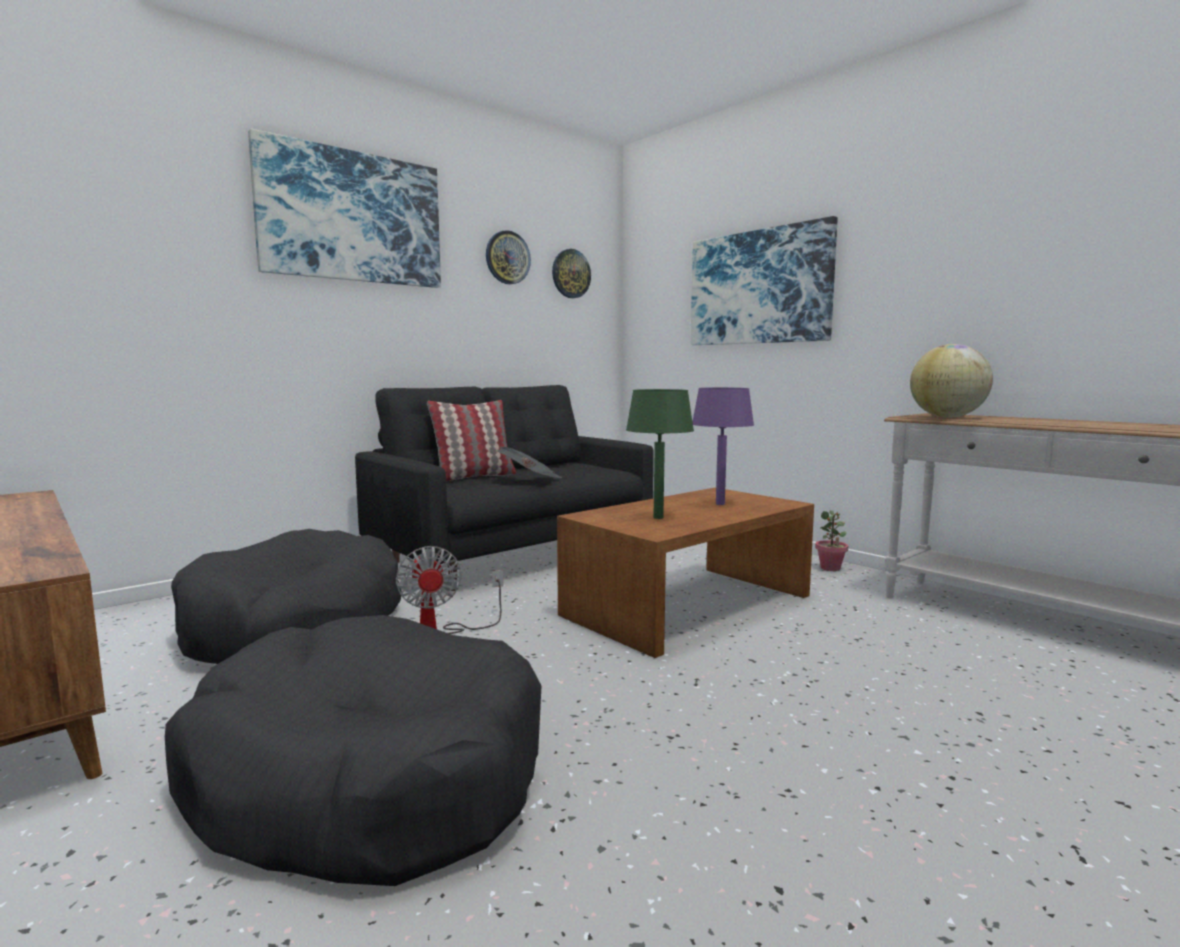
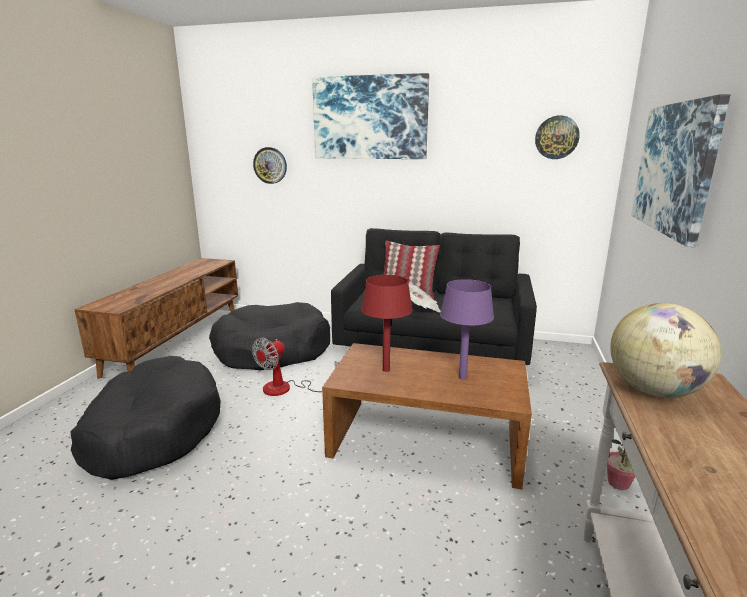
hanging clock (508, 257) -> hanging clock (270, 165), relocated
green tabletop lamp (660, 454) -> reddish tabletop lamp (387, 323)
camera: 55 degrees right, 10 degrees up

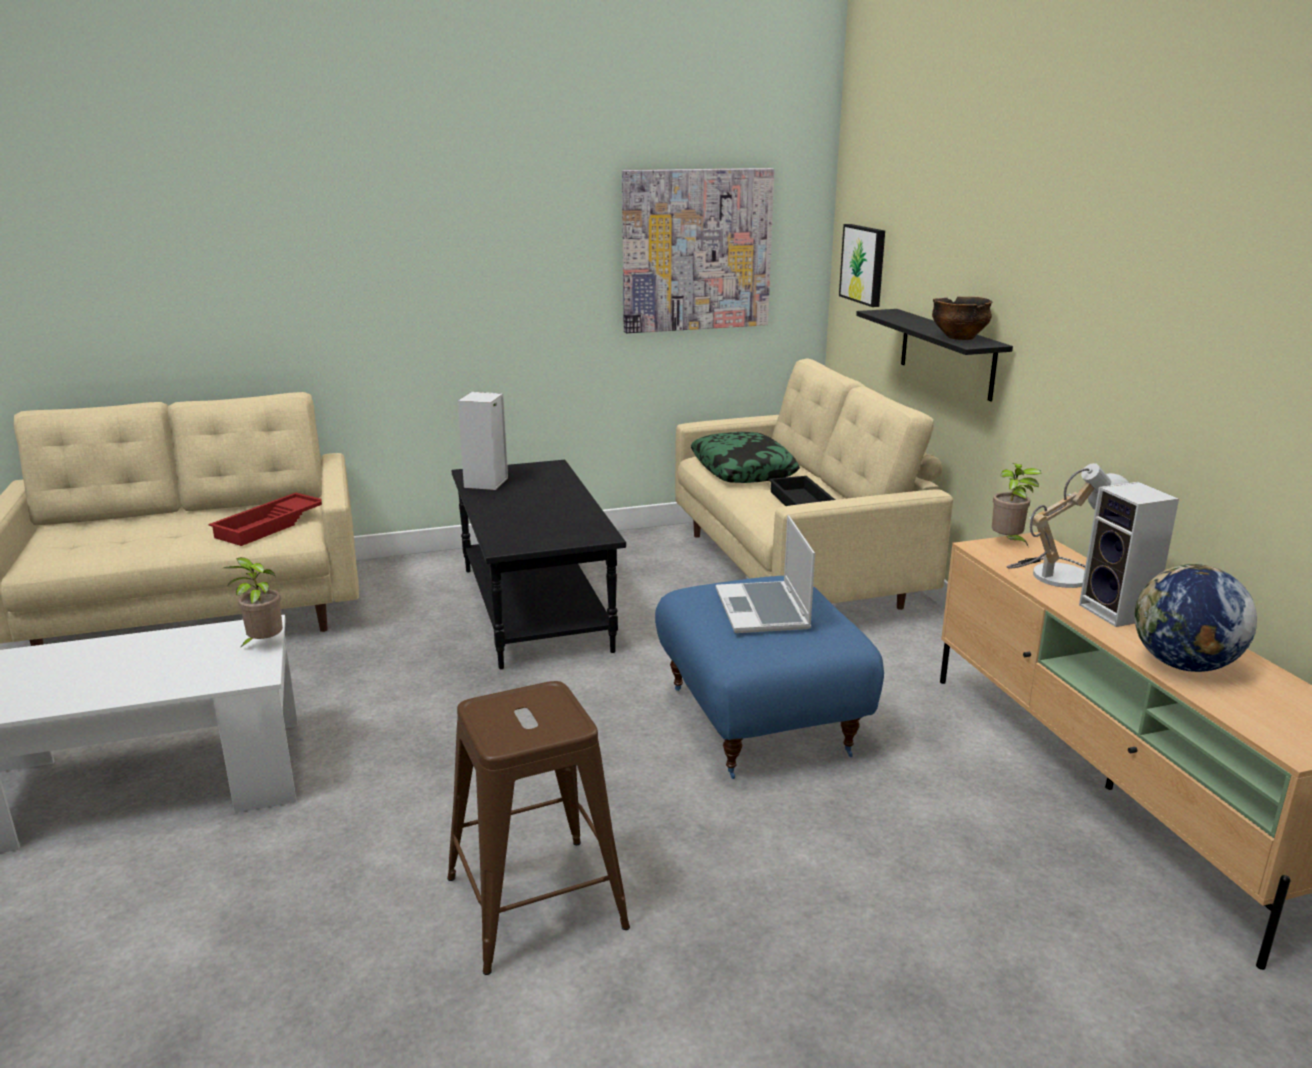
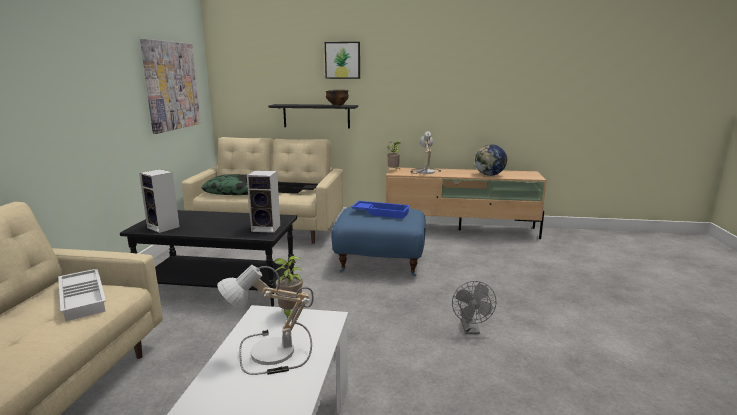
wall picture (862, 265) -> wall picture (342, 60), relocated
speaker (1129, 554) -> speaker (263, 202), relocated
reddish serving tray (265, 519) -> white-coloured serving tray (82, 295)
laptop (765, 574) -> blue serving tray (380, 210)
brown stool (538, 828) -> greyish electric fan (474, 307)
none -> tabletop lamp (265, 320)
camera: 65 degrees left, 5 degrees down

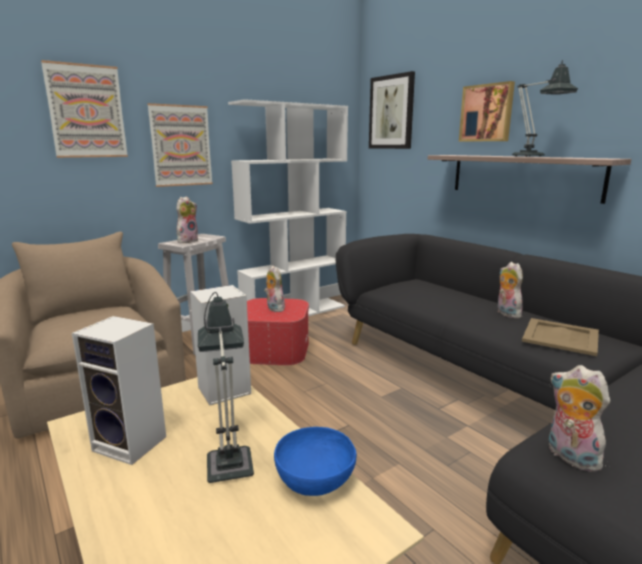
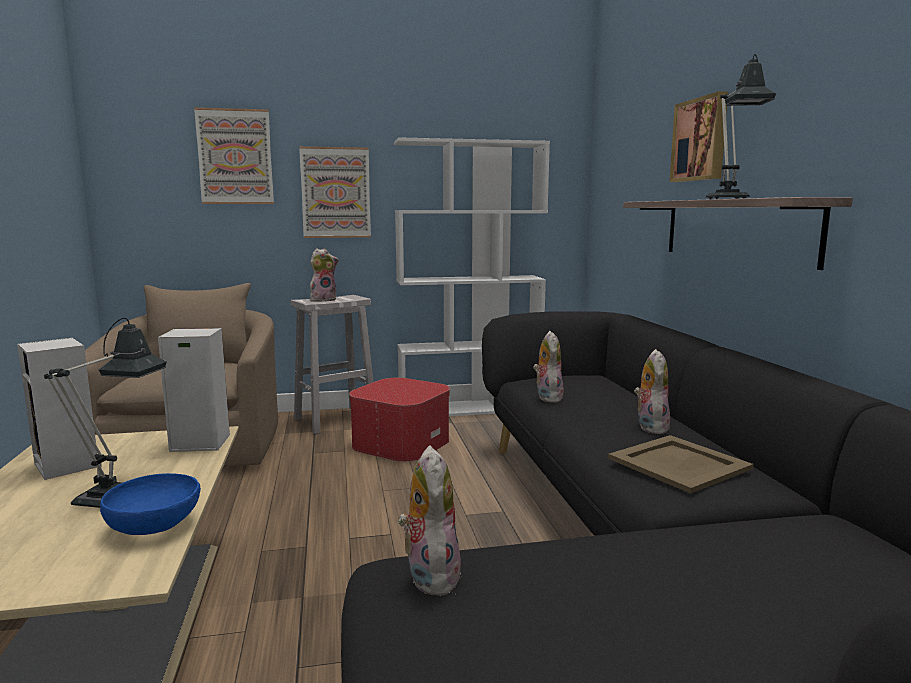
wall picture (392, 110) -> none
cuddly toy (274, 288) -> cuddly toy (548, 367), relocated
camera: 25 degrees right, 5 degrees down

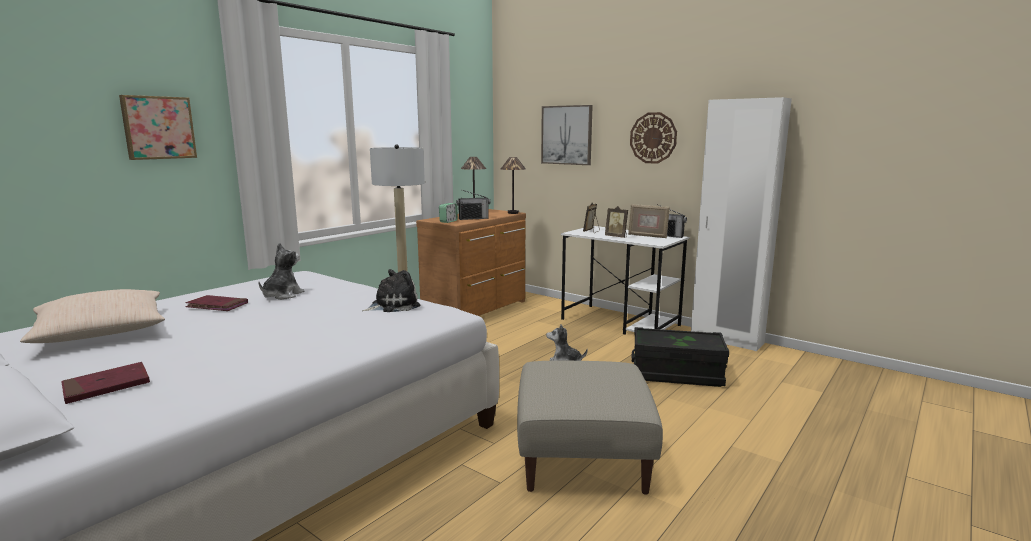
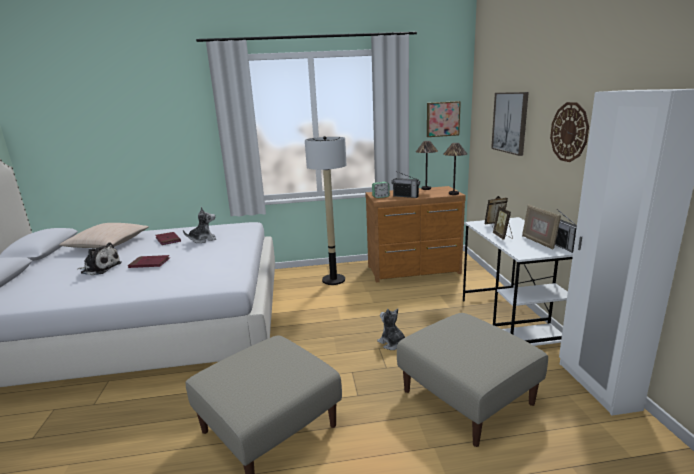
wall picture (158, 127) -> wall picture (444, 119), relocated
cuddly toy (391, 290) -> cuddly toy (99, 259), relocated
black-coloured storage box (680, 357) -> sand-coloured pouffe (472, 380)
reddish volume (105, 383) -> reddish volume (149, 261), relocated
camera: 45 degrees right, 5 degrees up

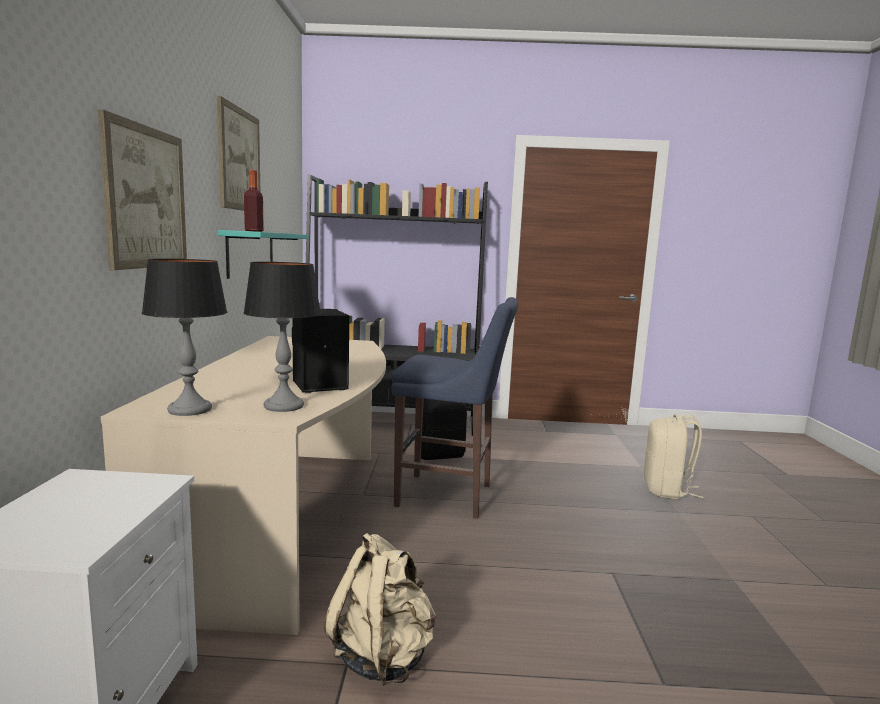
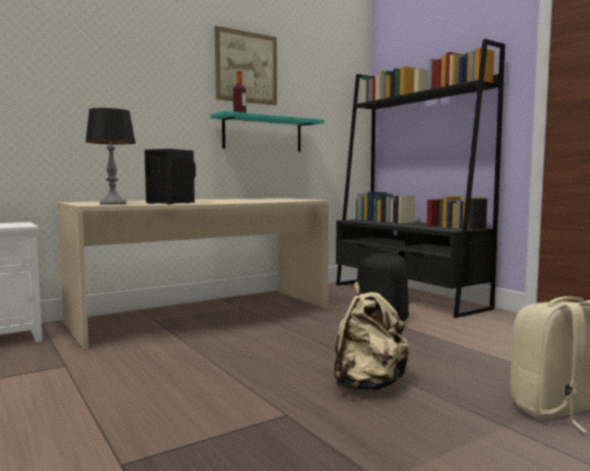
wall picture (142, 190) -> none
tabletop lamp (184, 337) -> none
blue stool (454, 408) -> none
sand-coloured rucksack (380, 609) -> sand-coloured rucksack (372, 336), relocated
camera: 55 degrees right, 5 degrees down

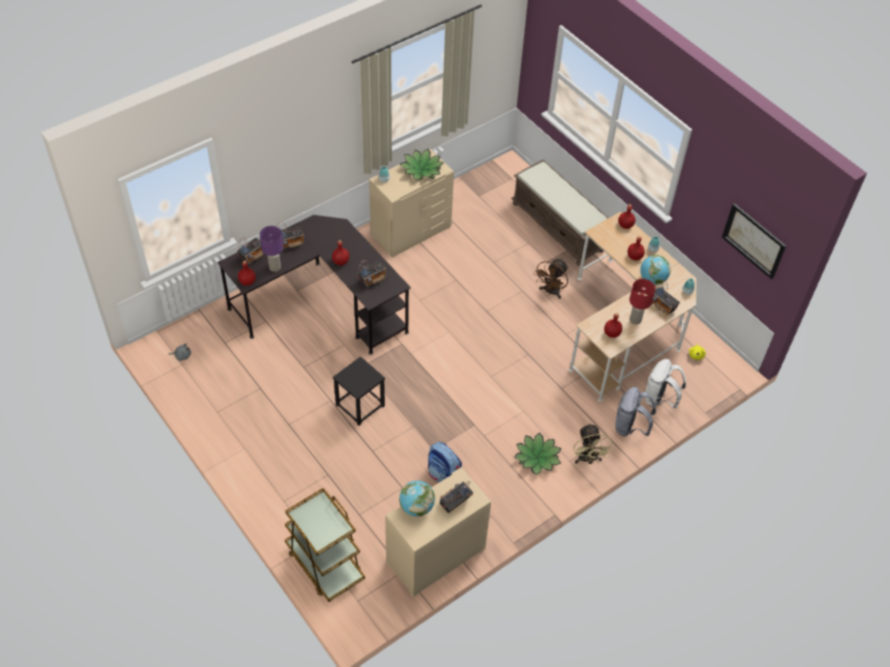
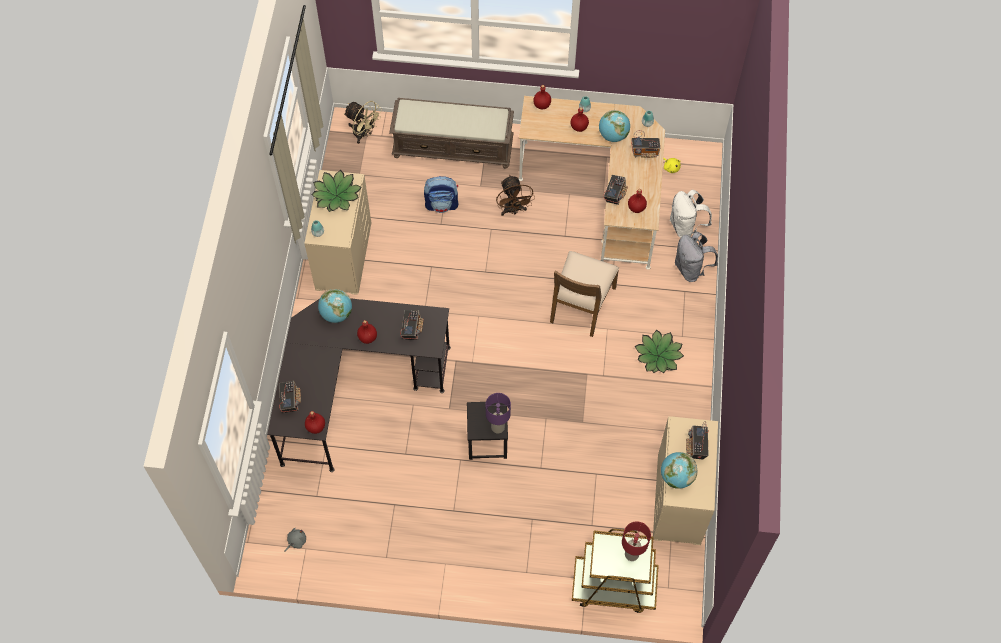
wall picture (754, 241) -> none
radio (290, 236) -> radio (616, 190), relocated
purple-coloured tabletop lamp (271, 249) -> purple-coloured tabletop lamp (498, 413), relocated
reddish tabletop lamp (642, 301) -> reddish tabletop lamp (636, 541), relocated
sand-coloured electric fan (594, 443) -> sand-coloured electric fan (363, 122), relocated
rucksack (445, 462) -> rucksack (441, 194), relocated
none -> brown upright chair (584, 294)
none -> globe (335, 306)
camera: 45 degrees left, 10 degrees up

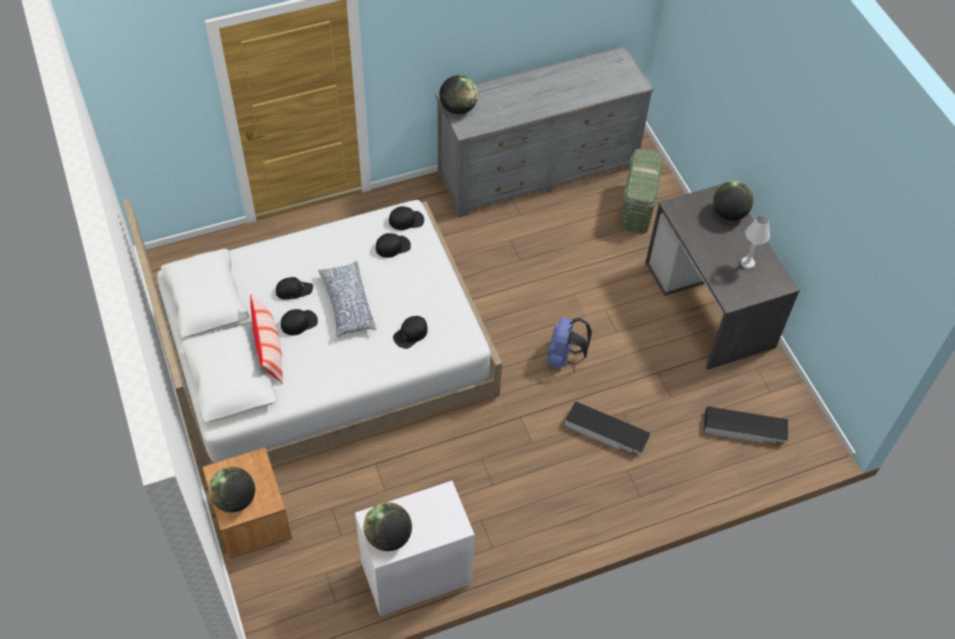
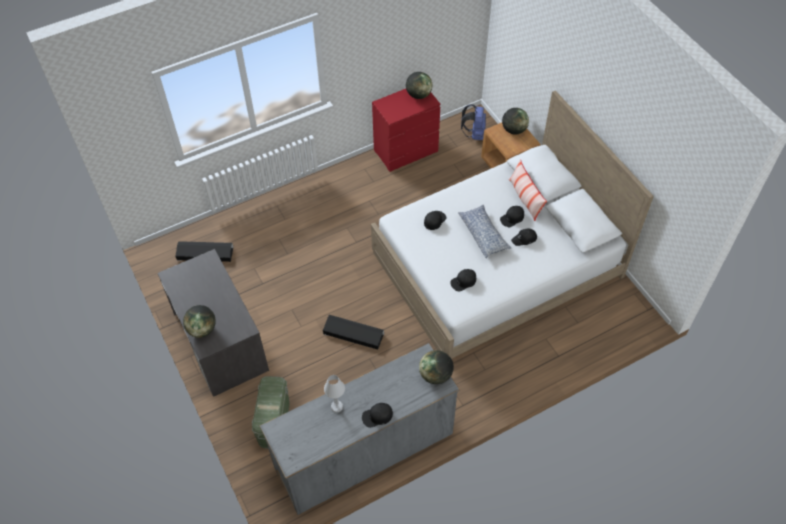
black-coloured cap (406, 218) -> black-coloured cap (377, 415), relocated
white-coloured tabletop lamp (755, 242) -> white-coloured tabletop lamp (334, 393), relocated
blue rucksack (569, 343) -> blue rucksack (473, 122), relocated
black-coloured storage box (607, 428) -> black-coloured storage box (353, 332), relocated
white-coloured drawer chest (415, 549) -> reddish drawer chest (406, 130)
camera: 175 degrees right, 0 degrees up

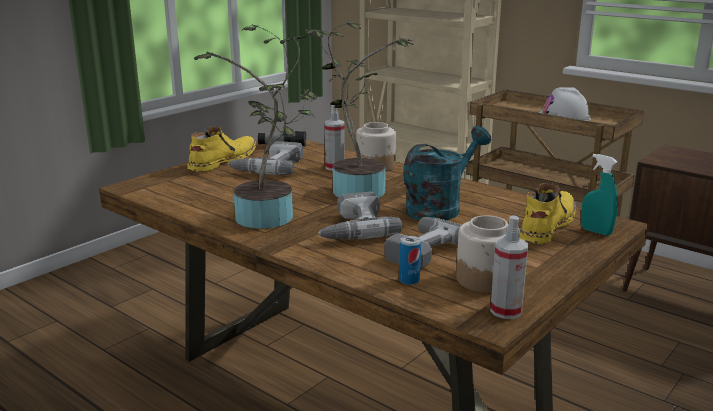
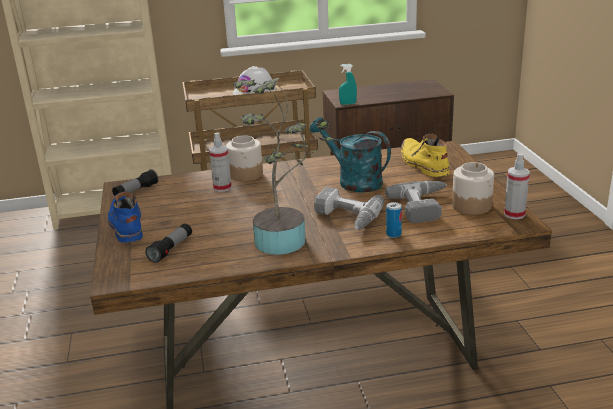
plant in a pot (359, 109) -> none
yellow tall boot (221, 149) -> blue tall boot (125, 217)
turquoise watering pot (447, 173) -> turquoise watering pot (350, 155), 45 degrees counterclockwise
power drill (266, 158) -> none
turquoise sprayer (599, 195) -> turquoise sprayer (348, 84), relocated
sealed can (410, 260) -> sealed can (394, 220), relocated
none -> flashlight (168, 243)
camera: 50 degrees left, 5 degrees up

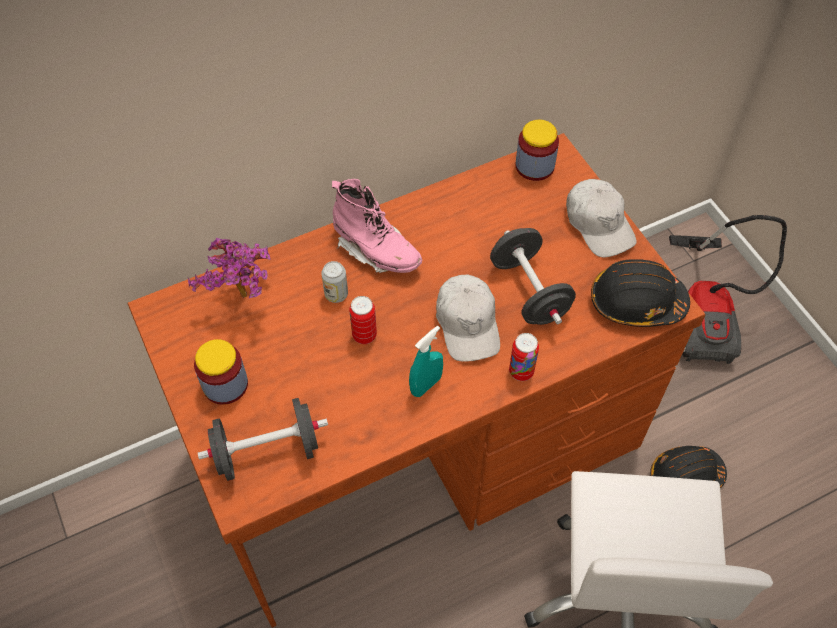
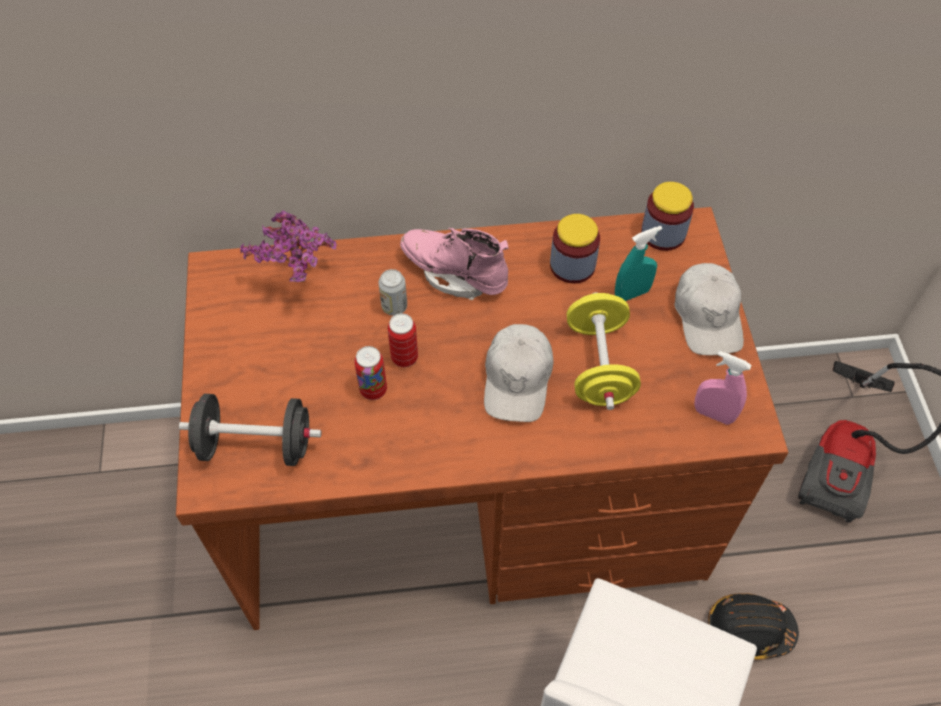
pinkish tall boot (377, 226) -> pinkish tall boot (454, 264), 150 degrees clockwise
black-coloured hand weight (533, 276) -> yellow hand weight (604, 351)
black-coloured work helmet (640, 293) -> pinkish sprayer (723, 388)
turquoise sprayer (426, 361) -> turquoise sprayer (638, 263), relocated
sealed can (524, 357) -> sealed can (370, 373), relocated
preserve jar (221, 372) -> preserve jar (575, 249), relocated
camera: 20 degrees right, 0 degrees up

